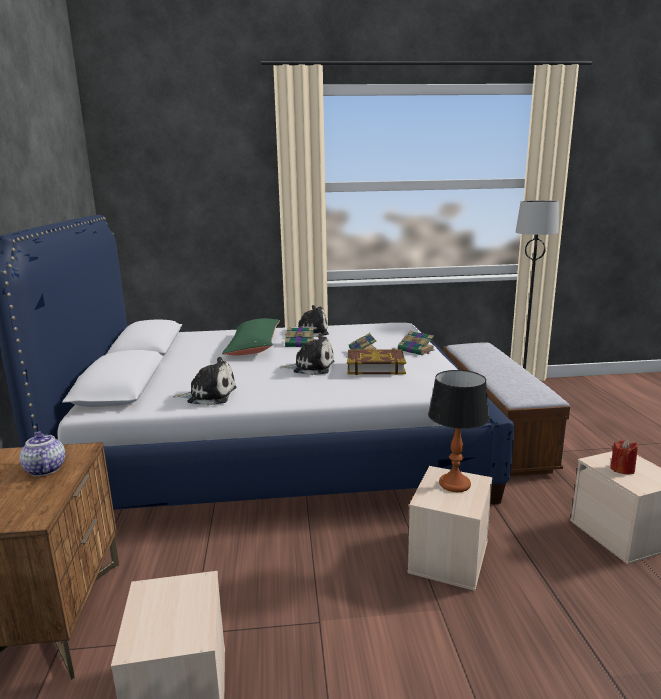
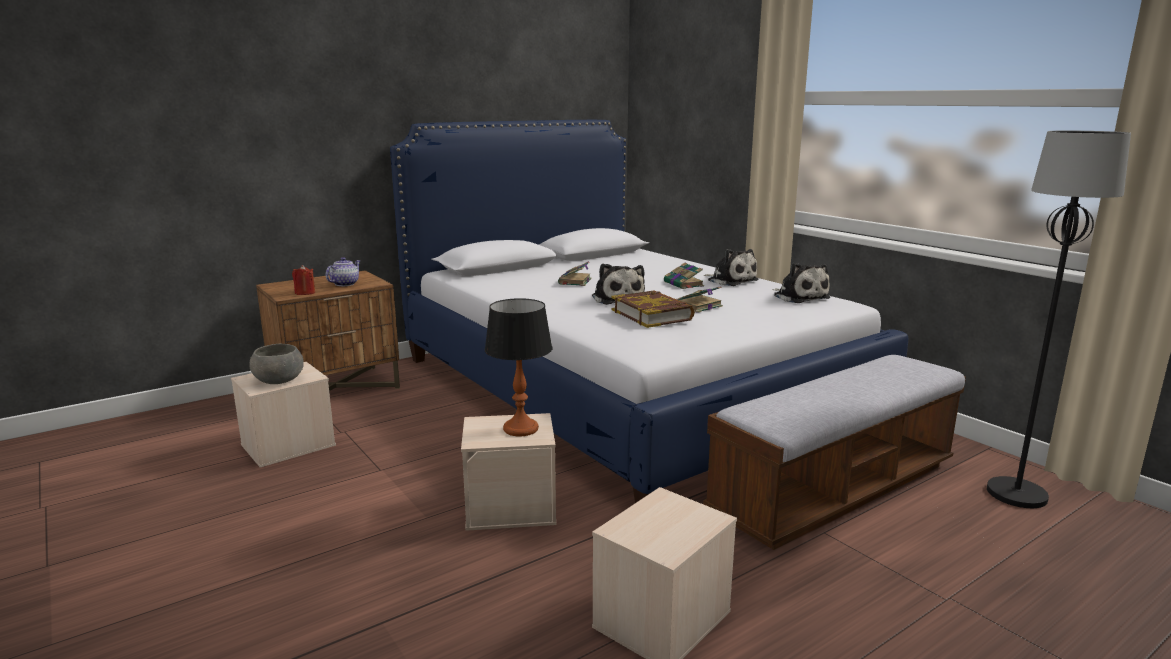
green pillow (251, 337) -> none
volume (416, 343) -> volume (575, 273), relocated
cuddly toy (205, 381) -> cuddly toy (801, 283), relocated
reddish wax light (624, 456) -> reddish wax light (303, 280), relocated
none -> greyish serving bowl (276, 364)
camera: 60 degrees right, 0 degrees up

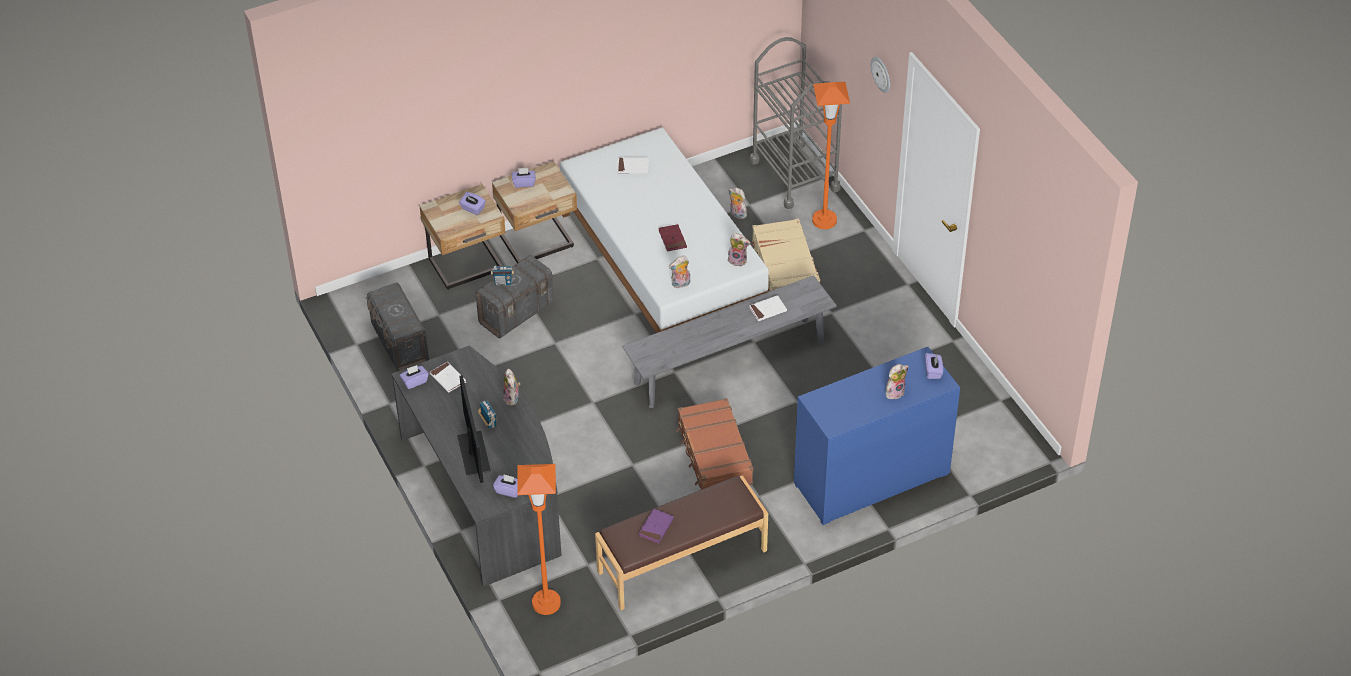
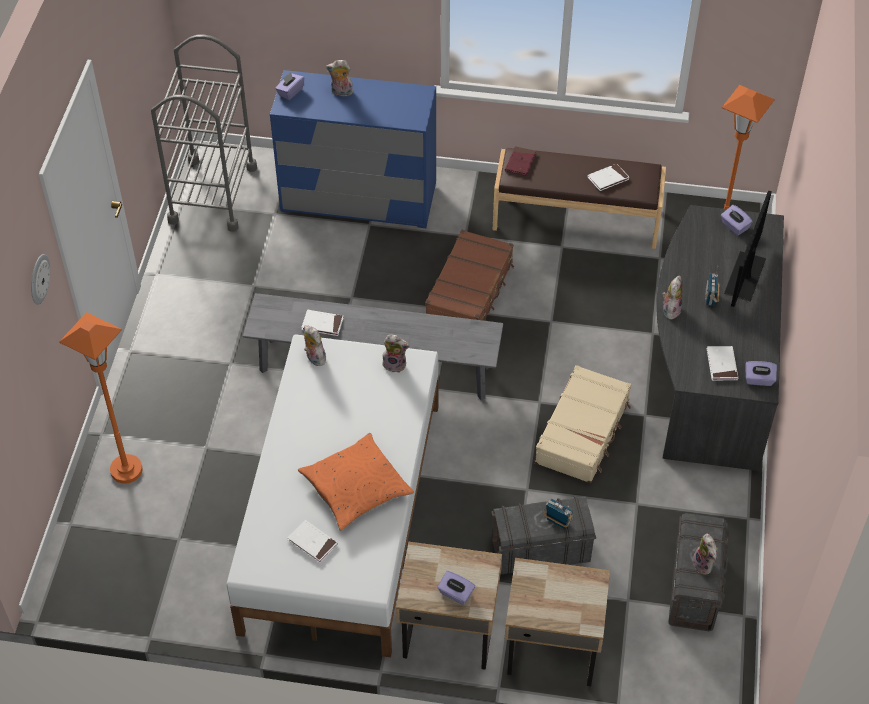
greyish trolley (796, 123) -> greyish trolley (204, 133), relocated
cuddly toy (738, 203) -> cuddly toy (705, 554), relocated
purple-coloured box of tissues (472, 203) -> none
sand-coloured travel case (785, 255) -> sand-coloured travel case (583, 424), relocated
reddish volume (673, 238) -> reddish volume (521, 161), relocated
purple-coloured volume (656, 526) -> white-coloured volume (608, 177)
none -> orange-coloured pillow (356, 482)
camera: 145 degrees left, 5 degrees up

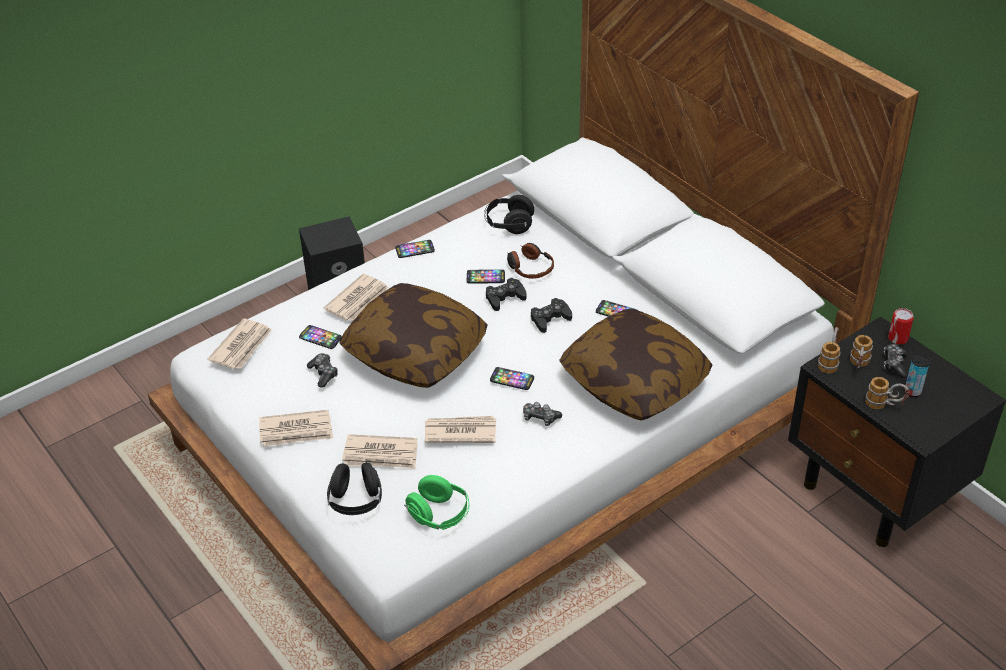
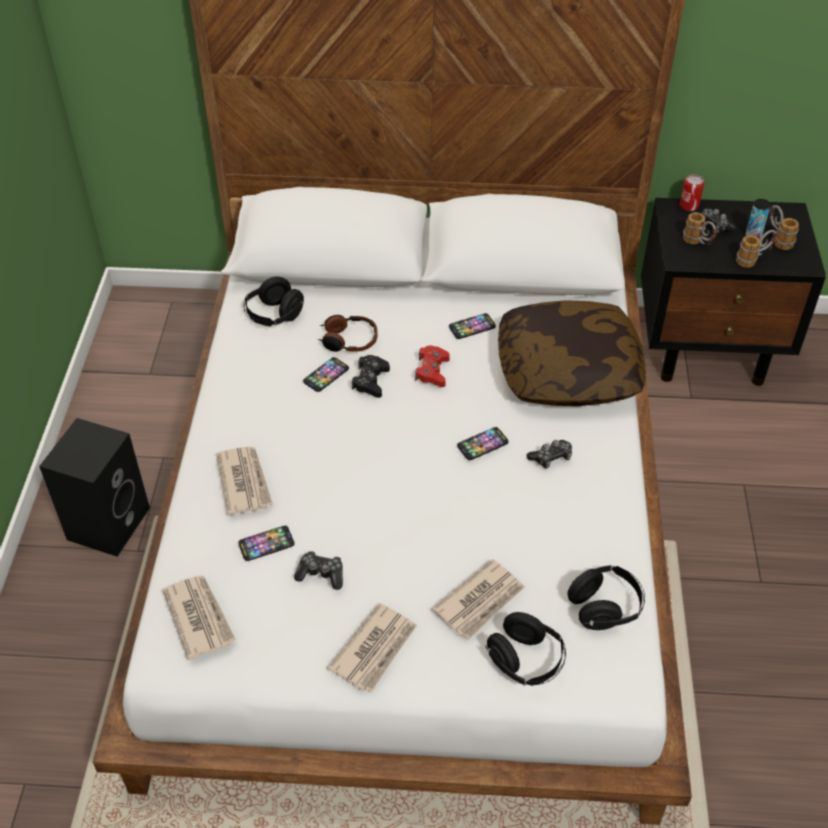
phone (415, 249) -> none
pillow (414, 335) -> none
black-coloured gamepad (551, 315) -> reddish gamepad (432, 366)
tea mug (829, 350) -> tea mug (784, 227), relocated
daily paper (460, 429) -> none
green pair of headphones (436, 502) -> black-coloured pair of headphones (606, 597)
camera: 50 degrees left, 5 degrees up

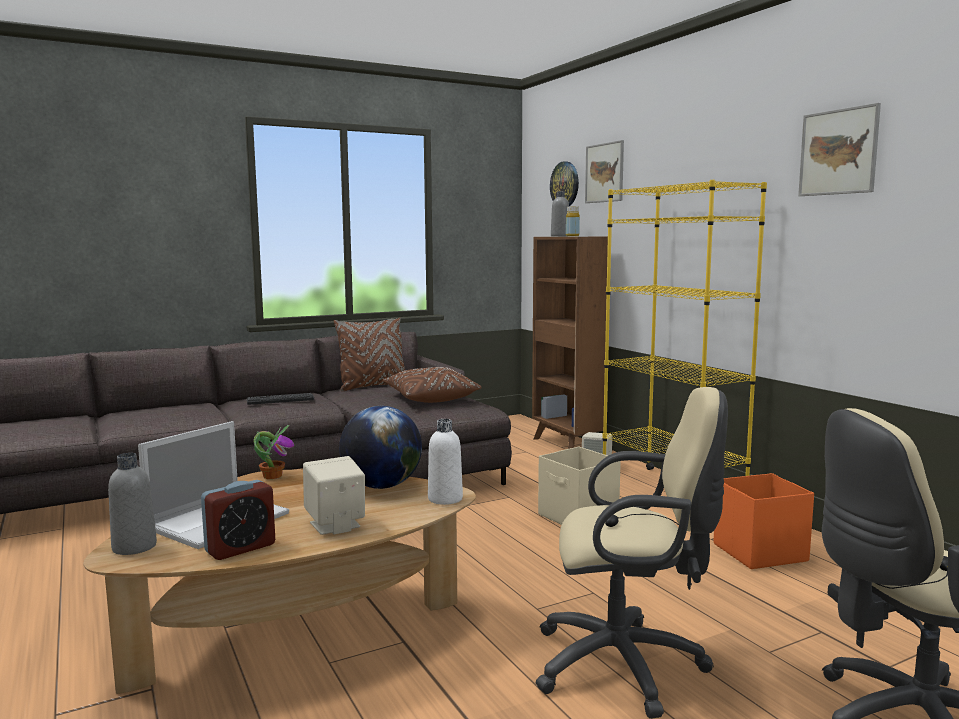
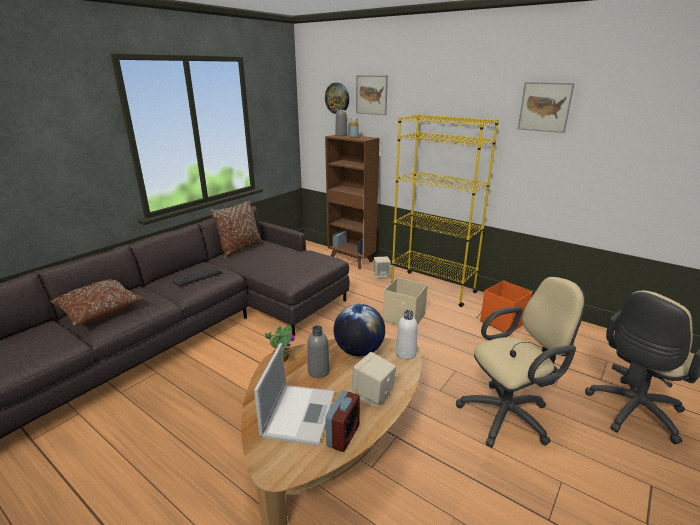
brown pillow (432, 385) -> brown pillow (96, 302), relocated
greyish drink bottle (132, 504) -> greyish drink bottle (318, 351), relocated
camera: 25 degrees left, 15 degrees up

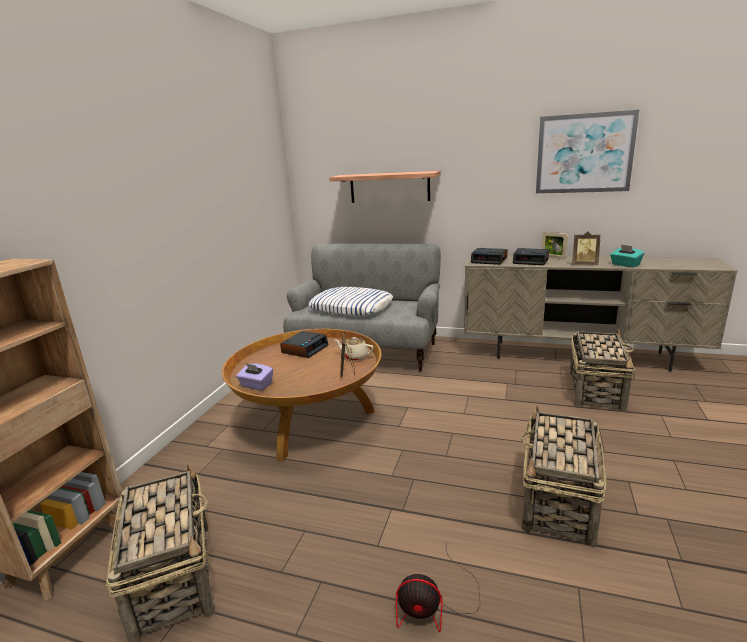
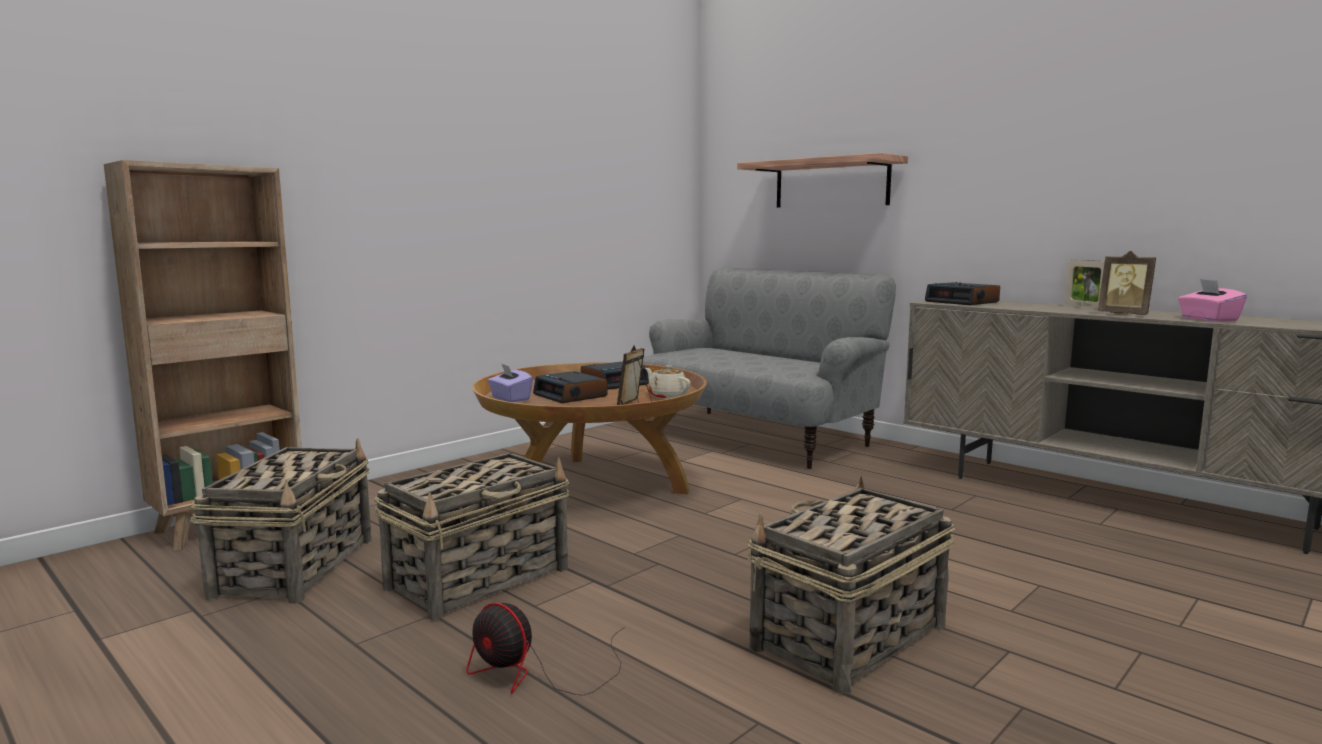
wall picture (587, 152) -> none
turquoise box of tissues (627, 255) -> pinkish box of tissues (1212, 300)
alarm clock (531, 256) -> alarm clock (570, 387), relocated
pillow (350, 301) -> none
basket (603, 370) -> basket (472, 537), relocated
camera: 25 degrees right, 10 degrees down

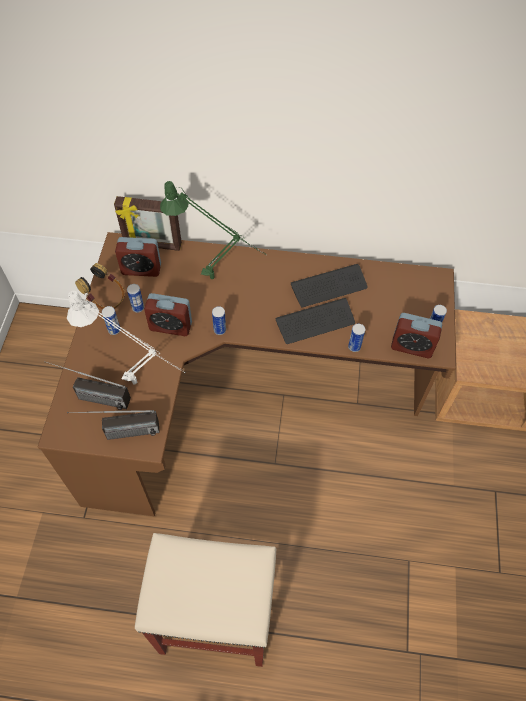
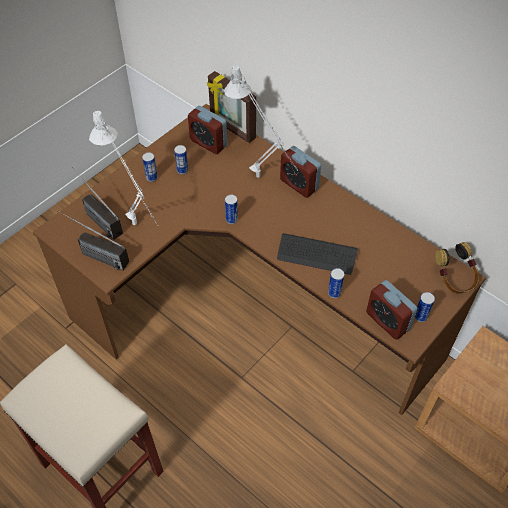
green tabletop lamp (213, 230) -> greyish tabletop lamp (261, 122)
pair of headphones (100, 286) -> pair of headphones (457, 267), relocated
computer keyboard (329, 285) -> none
alarm clock (168, 314) -> alarm clock (300, 172), relocated
camera: 35 degrees right, 5 degrees down

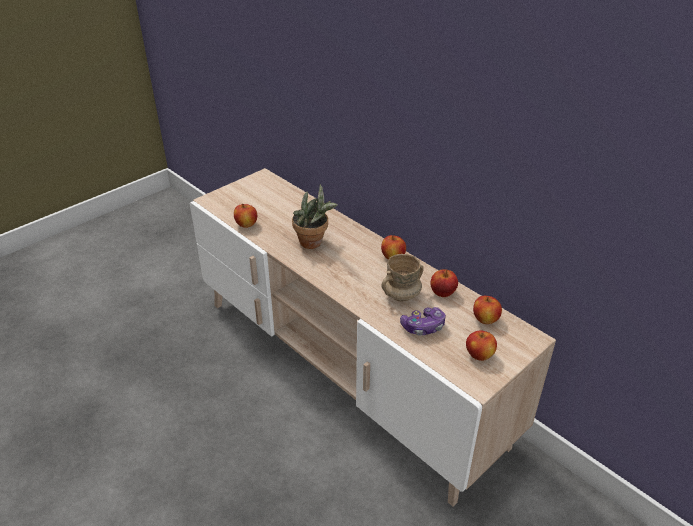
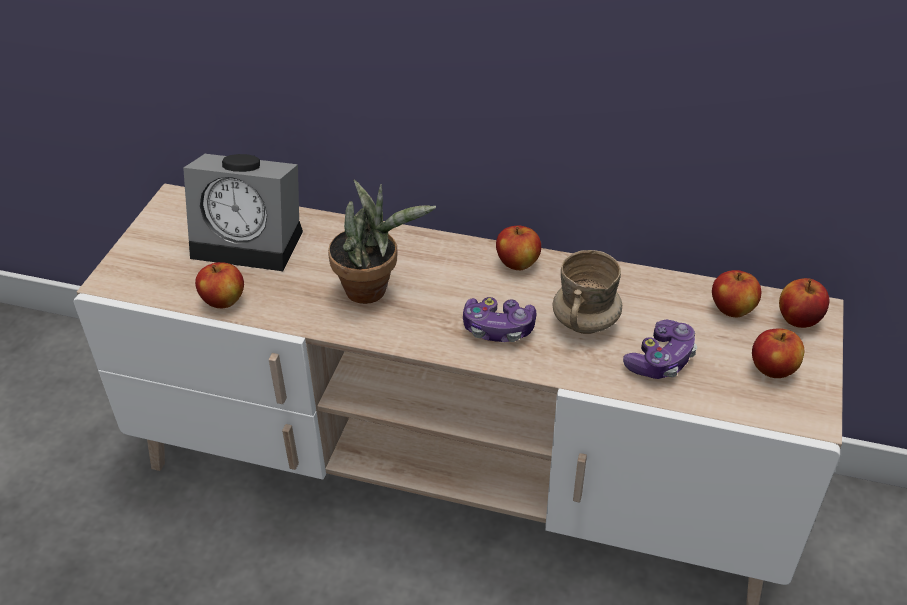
whole apple (444, 283) -> whole apple (804, 303), relocated
none -> alarm clock (243, 212)
none -> gamepad (499, 319)
camera: 30 degrees left, 5 degrees up

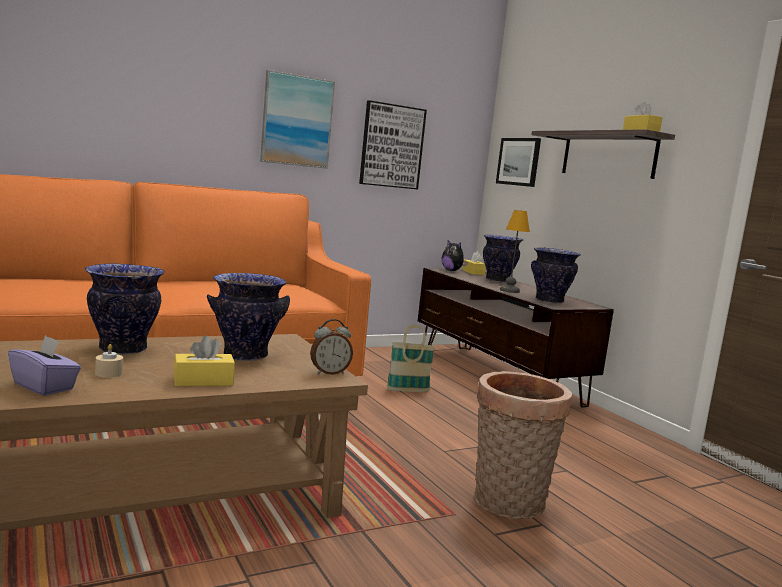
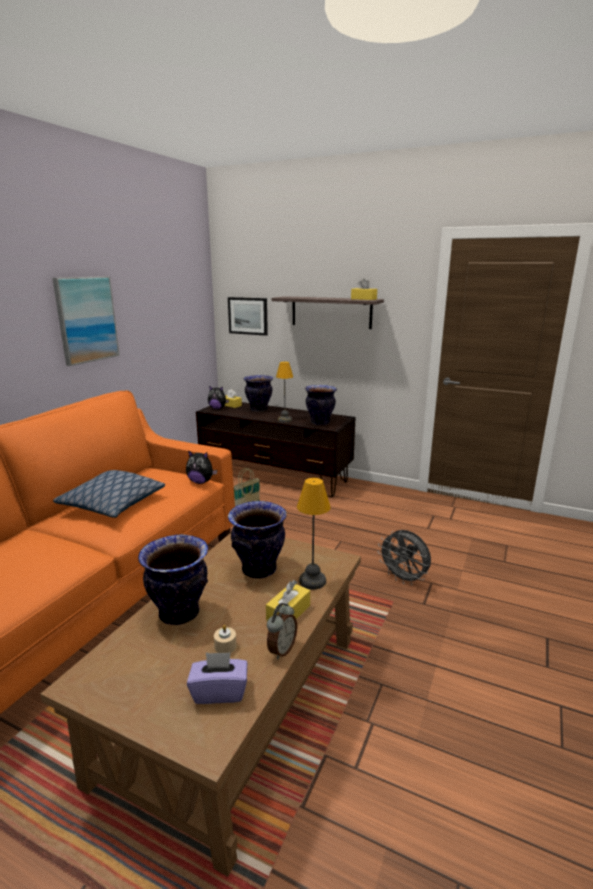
wall picture (393, 144) -> none
alarm clock (331, 347) -> alarm clock (282, 631), relocated
basket (523, 445) -> greyish electric fan (404, 557)
none -> cuddly toy (201, 467)
none -> pillow (109, 494)
none -> tabletop lamp (313, 534)
camera: 35 degrees left, 10 degrees up

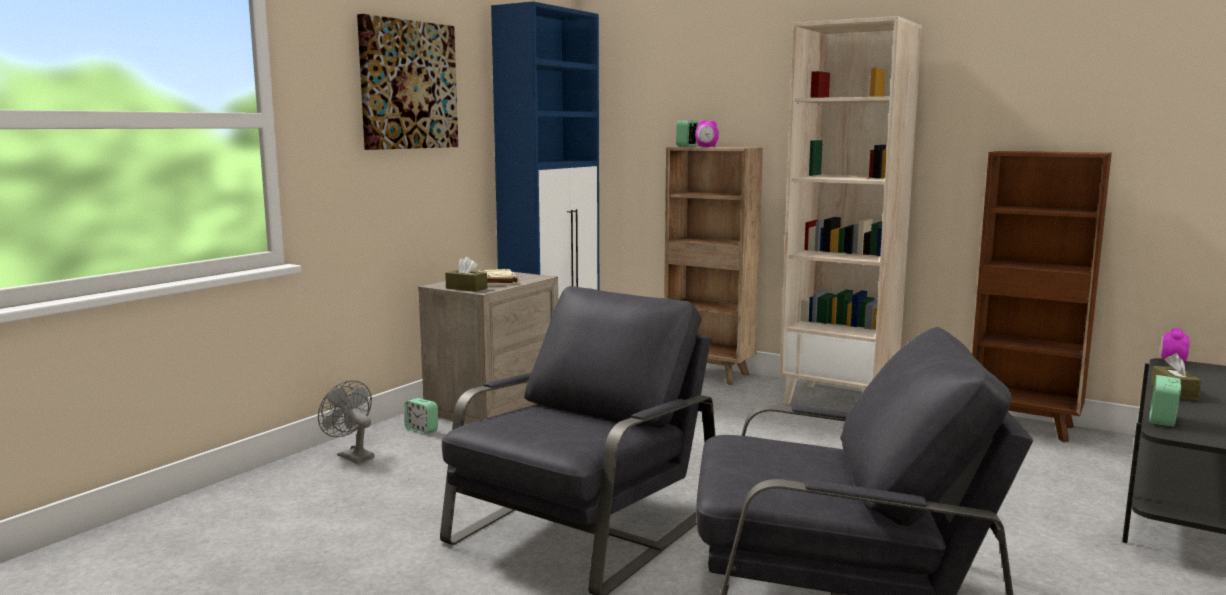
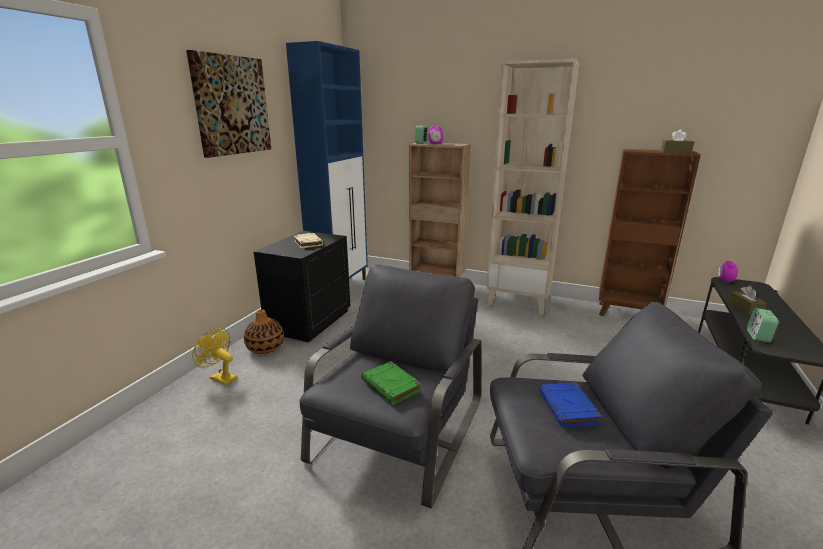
brown box of tissues (466, 274) -> brown box of tissues (677, 141), relocated
sand-coloured night table (488, 348) -> black-coloured night table (302, 286)
greyish electric fan (346, 422) -> yellow electric fan (215, 357)
alarm clock (421, 416) -> flower vase (264, 331)
none -> green volume (391, 383)
none -> blue volume (570, 405)
camera: 10 degrees left, 10 degrees up

